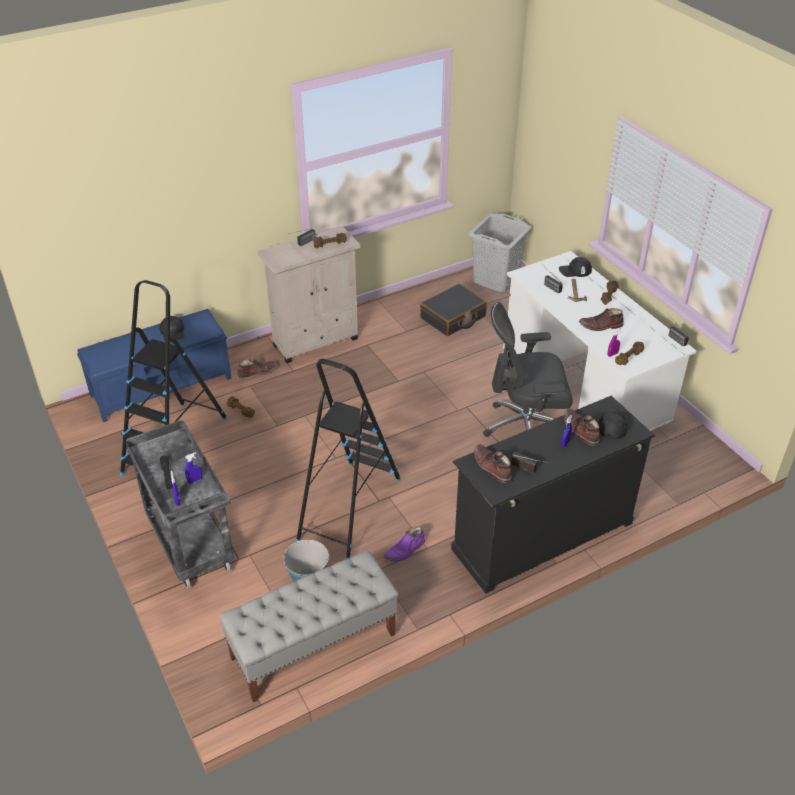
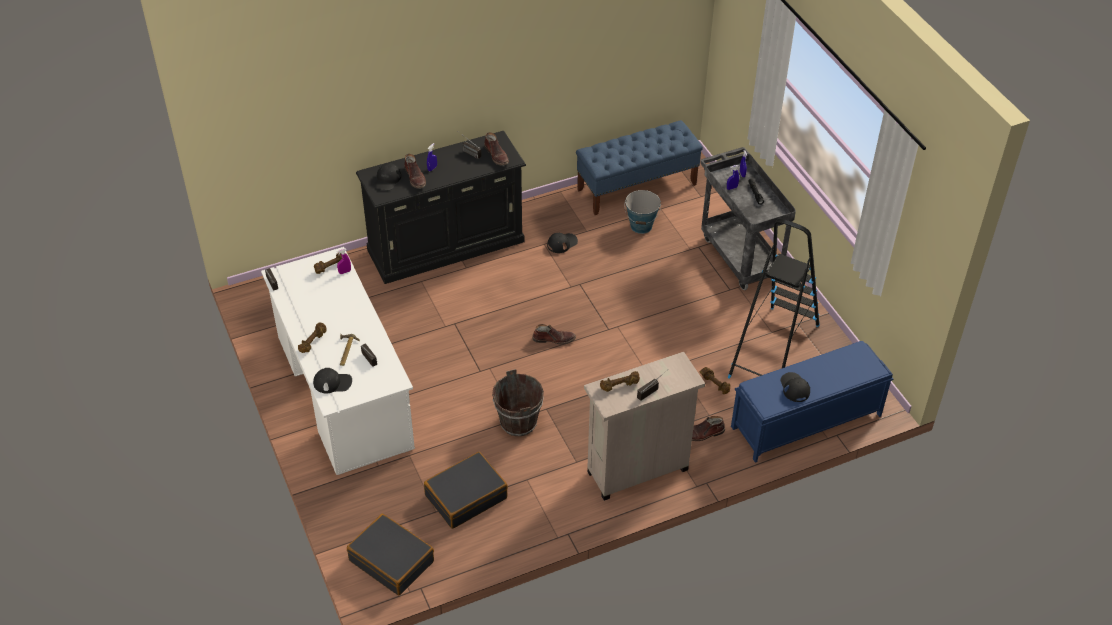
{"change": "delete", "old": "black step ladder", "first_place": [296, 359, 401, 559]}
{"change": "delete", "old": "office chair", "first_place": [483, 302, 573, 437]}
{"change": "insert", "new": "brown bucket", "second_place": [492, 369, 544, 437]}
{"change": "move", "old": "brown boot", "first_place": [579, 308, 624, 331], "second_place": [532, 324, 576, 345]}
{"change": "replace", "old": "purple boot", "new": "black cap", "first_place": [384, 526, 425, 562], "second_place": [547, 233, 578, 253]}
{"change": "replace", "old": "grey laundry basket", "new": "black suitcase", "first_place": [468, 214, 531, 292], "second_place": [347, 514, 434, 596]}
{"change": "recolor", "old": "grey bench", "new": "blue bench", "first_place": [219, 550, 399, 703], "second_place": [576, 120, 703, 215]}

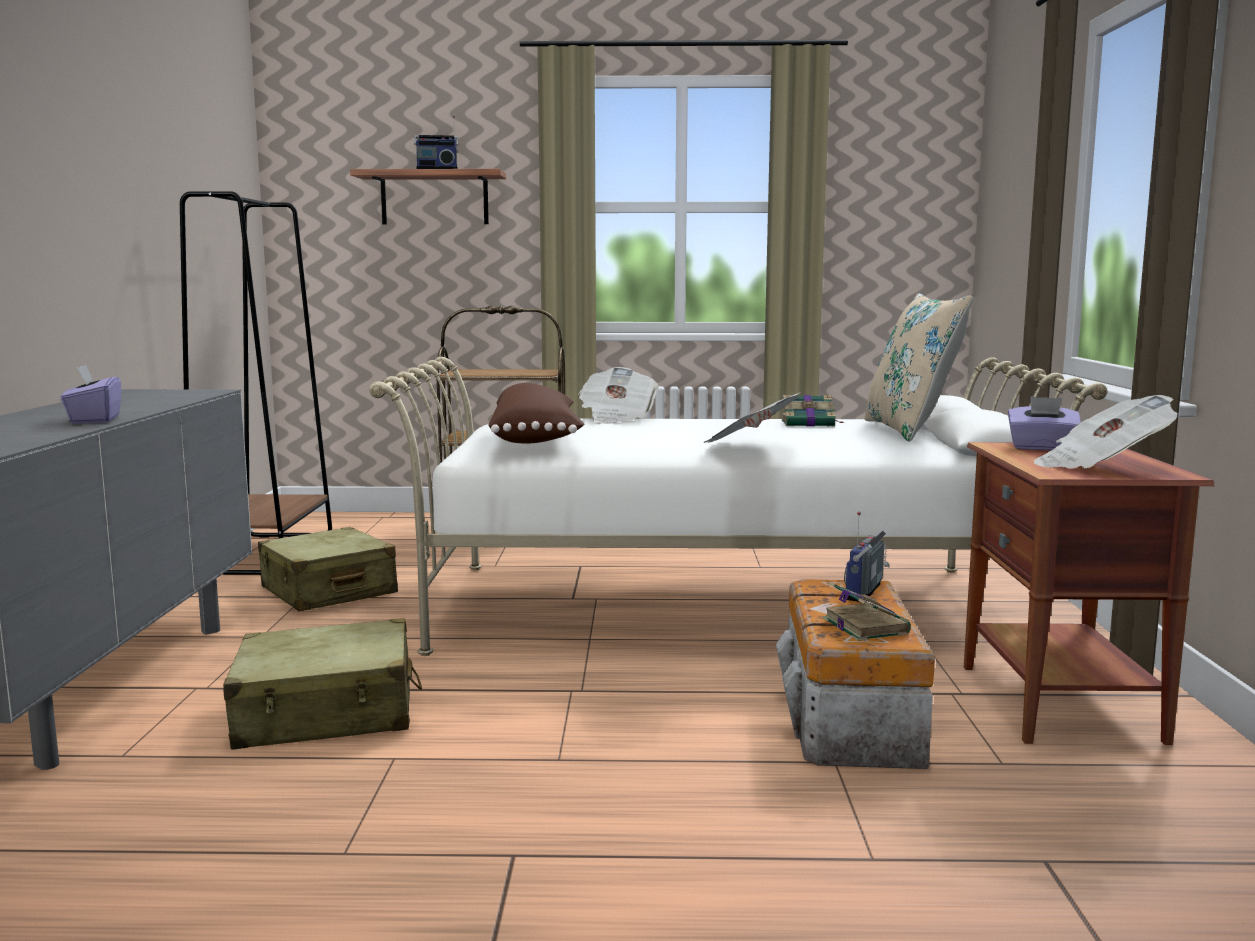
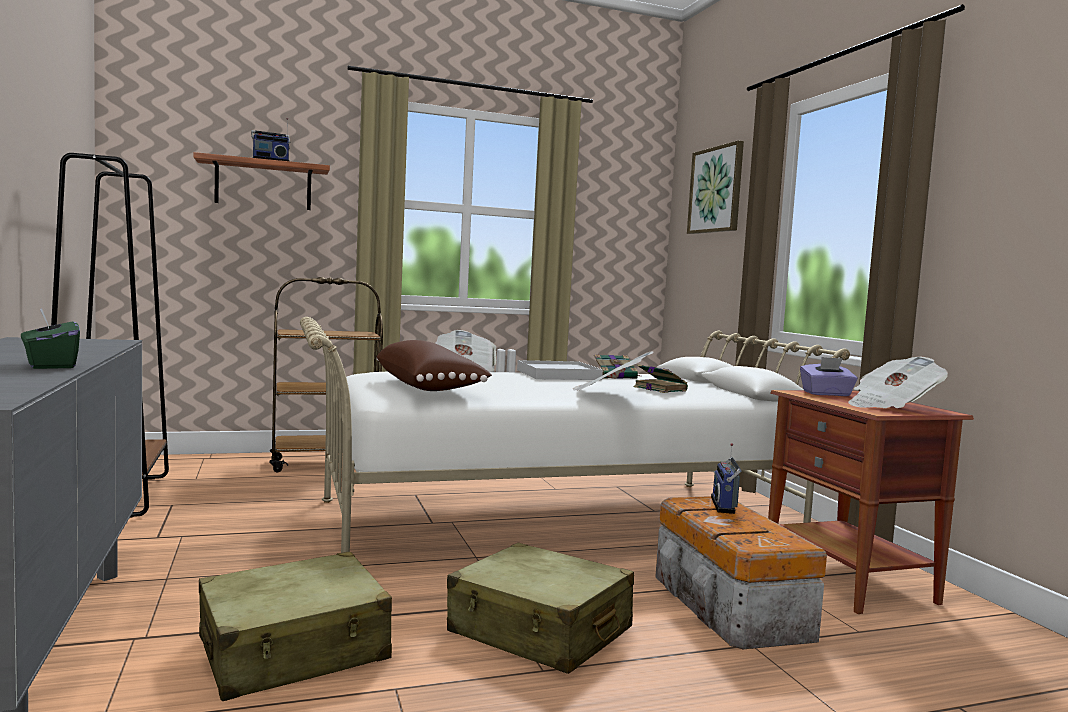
{"change": "delete", "old": "beige pillow", "first_place": [864, 293, 973, 442]}
{"change": "insert", "new": "white tray", "second_place": [517, 360, 603, 380]}
{"change": "insert", "new": "picture", "second_place": [687, 141, 744, 234]}
{"change": "move", "old": "beige suitcase", "first_place": [258, 527, 398, 611], "second_place": [447, 543, 634, 674]}
{"change": "move", "old": "book", "first_place": [823, 582, 911, 641], "second_place": [634, 364, 688, 393]}
{"change": "recolor", "old": "purple tissue box", "new": "green tissue box", "first_place": [60, 364, 121, 424], "second_place": [21, 308, 80, 369]}

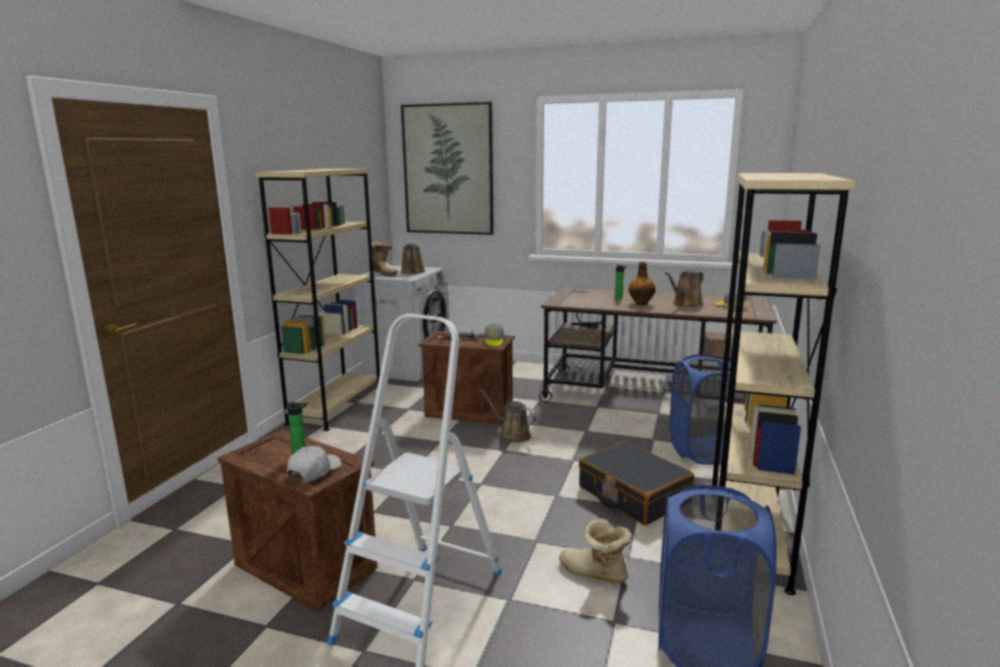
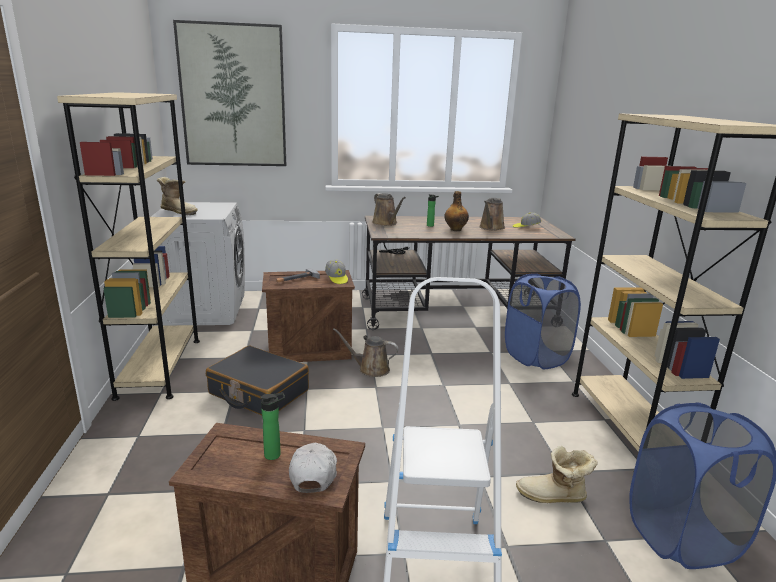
{"change": "move", "old": "brown watering can", "first_place": [401, 243, 425, 274], "second_place": [372, 193, 406, 226]}
{"change": "move", "old": "black suitcase", "first_place": [579, 441, 694, 525], "second_place": [206, 346, 309, 415]}

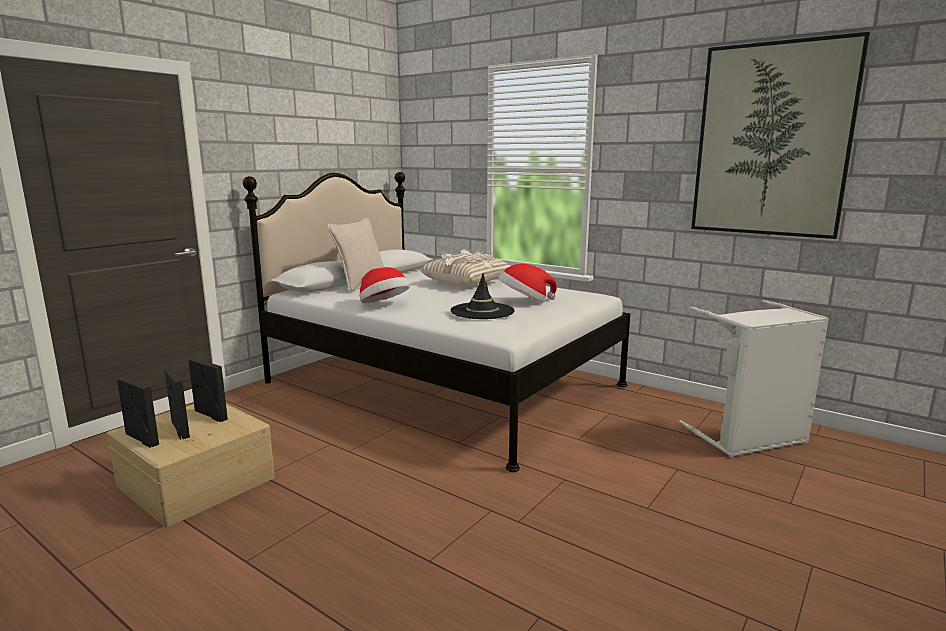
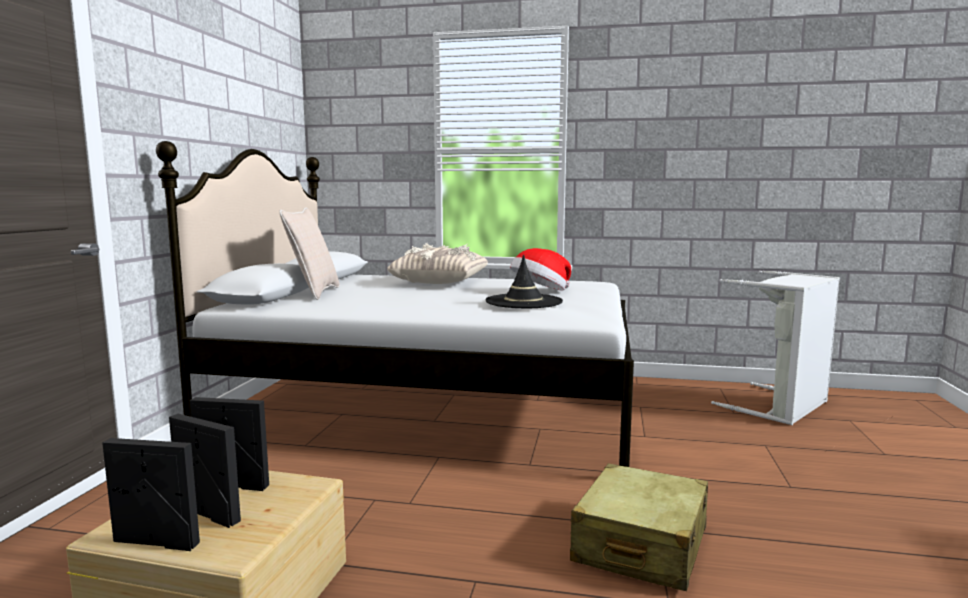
{"change": "delete", "old": "hat", "first_place": [360, 267, 410, 303]}
{"change": "delete", "old": "picture", "first_place": [691, 32, 870, 239]}
{"change": "insert", "new": "beige suitcase", "second_place": [570, 463, 708, 591]}

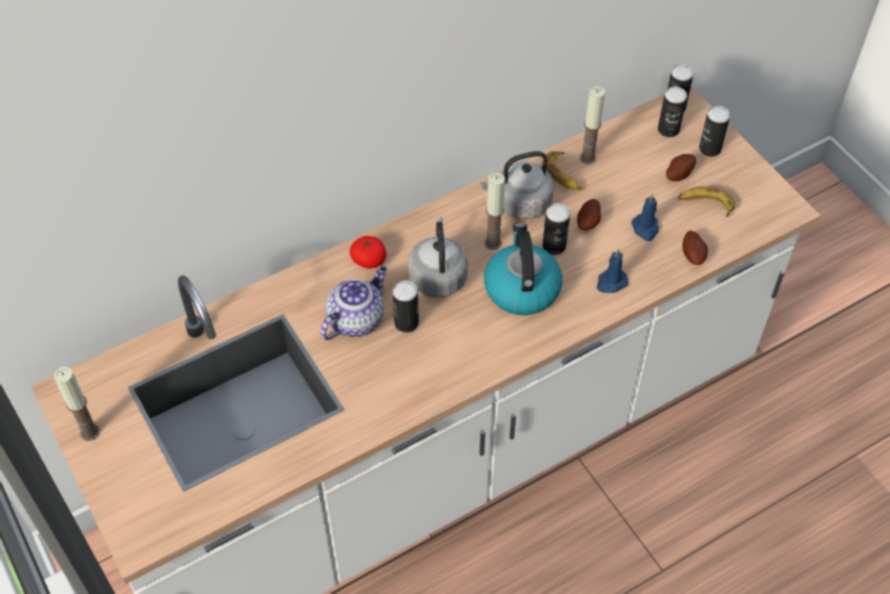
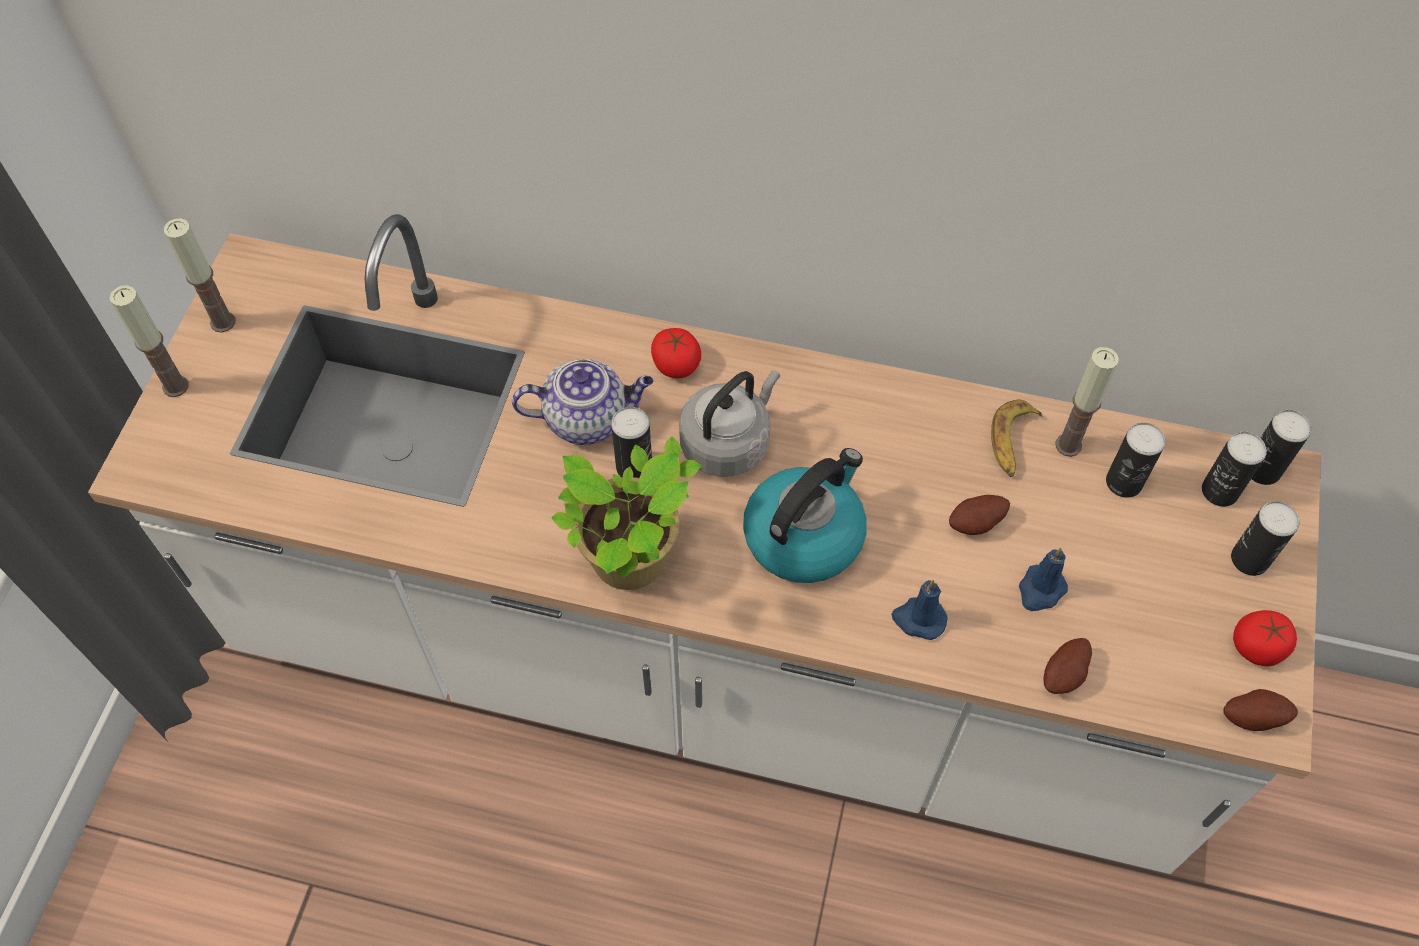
{"change": "delete", "old": "grey kettle", "first_place": [480, 151, 554, 220]}
{"change": "delete", "old": "banana", "first_place": [678, 186, 735, 217]}
{"change": "insert", "new": "potted plant", "second_place": [551, 437, 701, 590]}
{"change": "insert", "new": "tomato", "second_place": [1233, 610, 1297, 666]}
{"change": "move", "old": "candle", "first_place": [485, 172, 505, 250], "second_place": [110, 285, 189, 397]}
{"change": "move", "old": "can", "first_place": [543, 203, 570, 255], "second_place": [1106, 422, 1166, 498]}
{"change": "move", "old": "potato", "first_place": [666, 154, 696, 181], "second_place": [1223, 689, 1298, 731]}

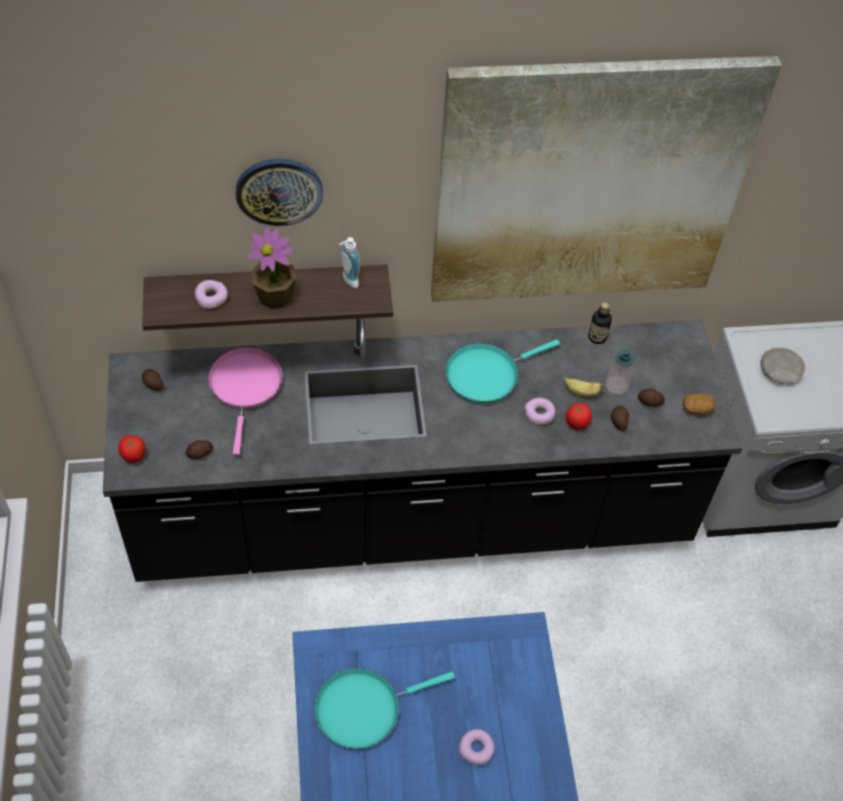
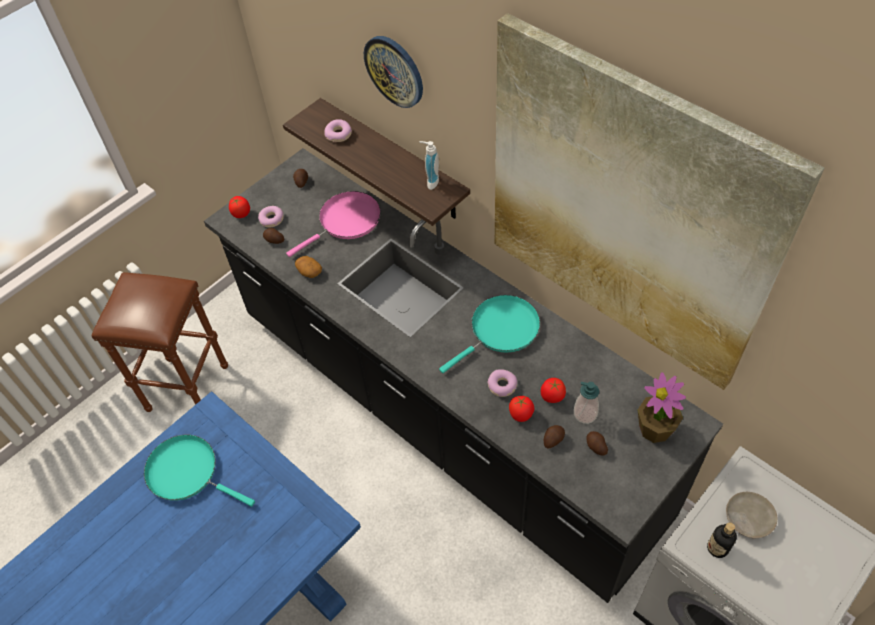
{"change": "insert", "new": "brown stool", "second_place": [92, 272, 228, 412]}
{"change": "move", "old": "potted plant", "first_place": [248, 227, 296, 309], "second_place": [638, 372, 686, 443]}
{"change": "move", "old": "donut", "first_place": [459, 729, 495, 765], "second_place": [258, 206, 284, 228]}
{"change": "move", "old": "bottle", "first_place": [588, 303, 612, 344], "second_place": [707, 522, 737, 558]}
{"change": "move", "old": "potato", "first_place": [683, 394, 715, 415], "second_place": [295, 256, 322, 278]}
{"change": "replace", "old": "banana", "new": "tomato", "first_place": [564, 378, 605, 397], "second_place": [541, 378, 566, 403]}
{"change": "rotate", "old": "turquoise frying pan", "first_place": [445, 339, 560, 404], "second_place": [439, 295, 540, 373], "degrees": 120}

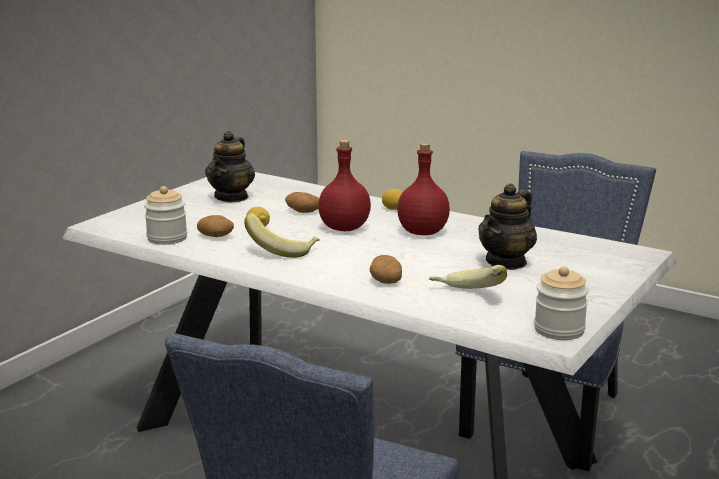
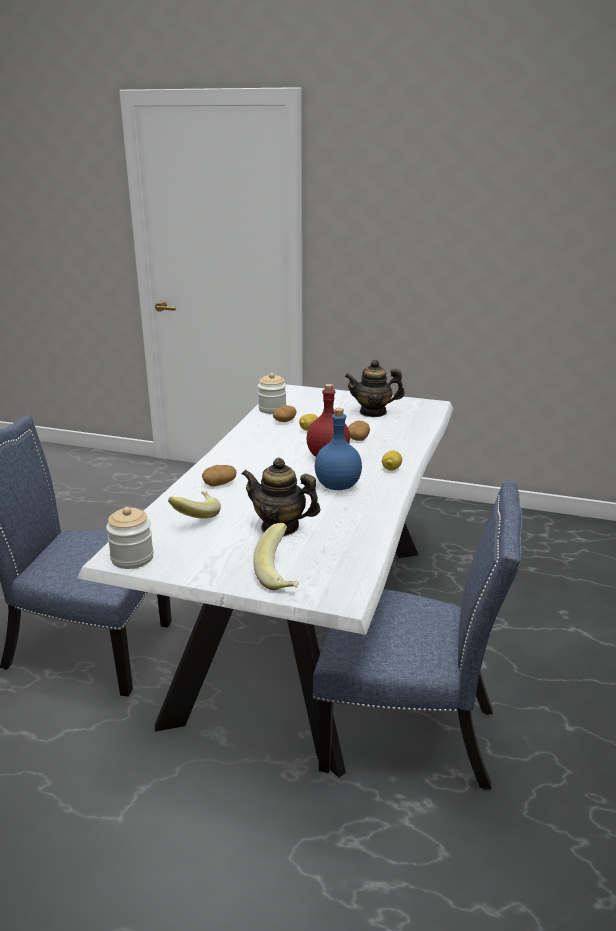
{"change": "move", "old": "banana", "first_place": [244, 213, 320, 258], "second_place": [253, 523, 298, 590]}
{"change": "recolor", "old": "red bottle", "new": "blue bottle", "first_place": [397, 143, 450, 235], "second_place": [315, 408, 362, 490]}

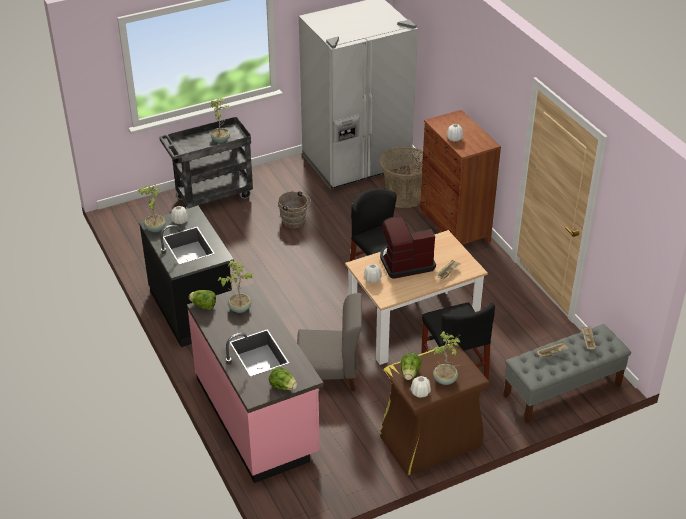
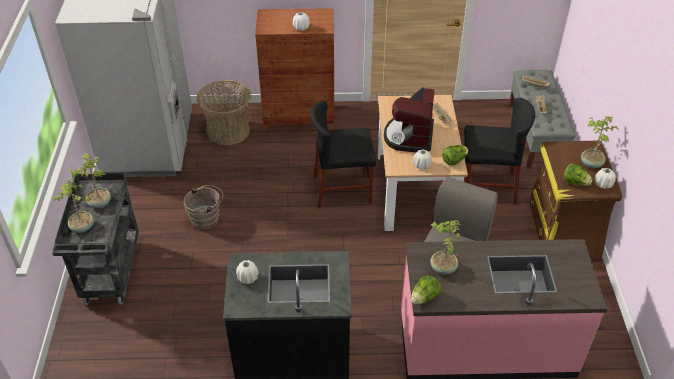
{"change": "move", "old": "potted plant", "first_place": [138, 184, 166, 232], "second_place": [54, 178, 94, 233]}
{"change": "move", "old": "lettuce", "first_place": [269, 366, 298, 390], "second_place": [442, 145, 469, 166]}

